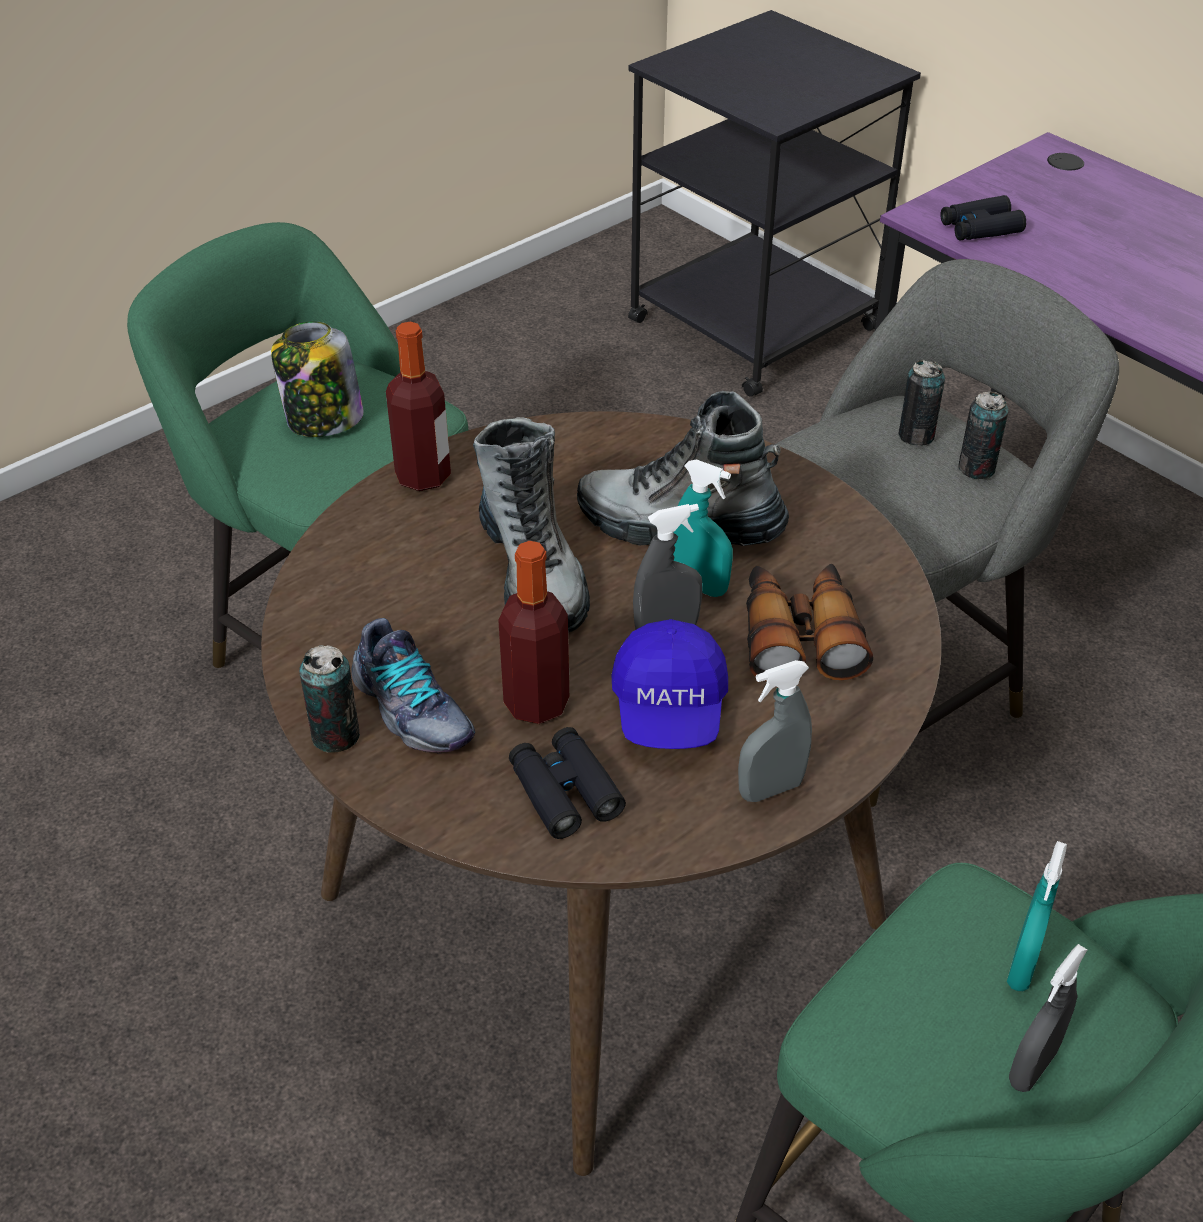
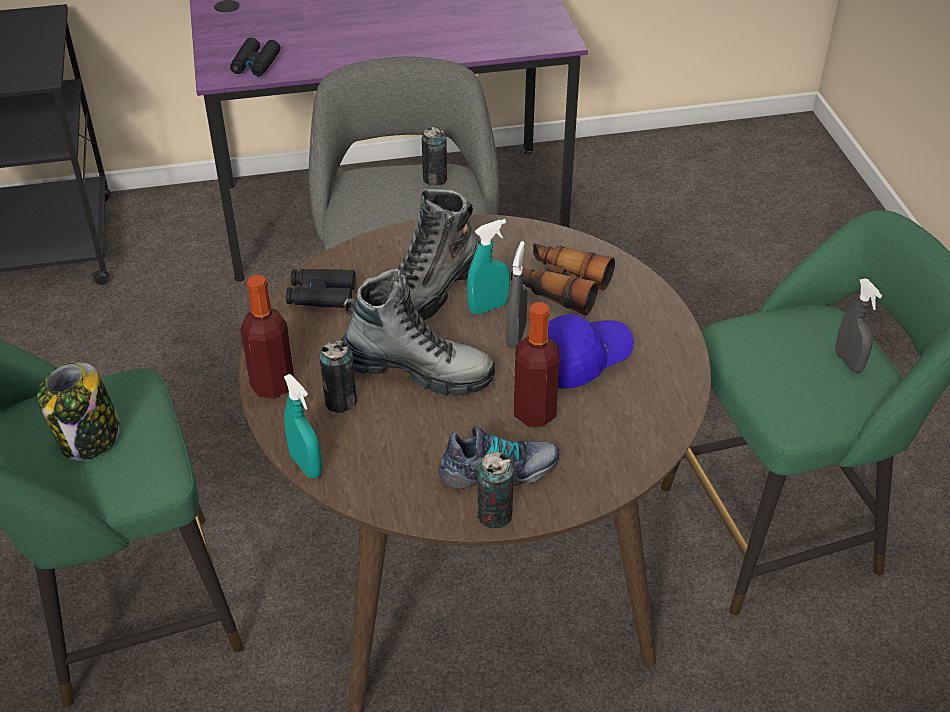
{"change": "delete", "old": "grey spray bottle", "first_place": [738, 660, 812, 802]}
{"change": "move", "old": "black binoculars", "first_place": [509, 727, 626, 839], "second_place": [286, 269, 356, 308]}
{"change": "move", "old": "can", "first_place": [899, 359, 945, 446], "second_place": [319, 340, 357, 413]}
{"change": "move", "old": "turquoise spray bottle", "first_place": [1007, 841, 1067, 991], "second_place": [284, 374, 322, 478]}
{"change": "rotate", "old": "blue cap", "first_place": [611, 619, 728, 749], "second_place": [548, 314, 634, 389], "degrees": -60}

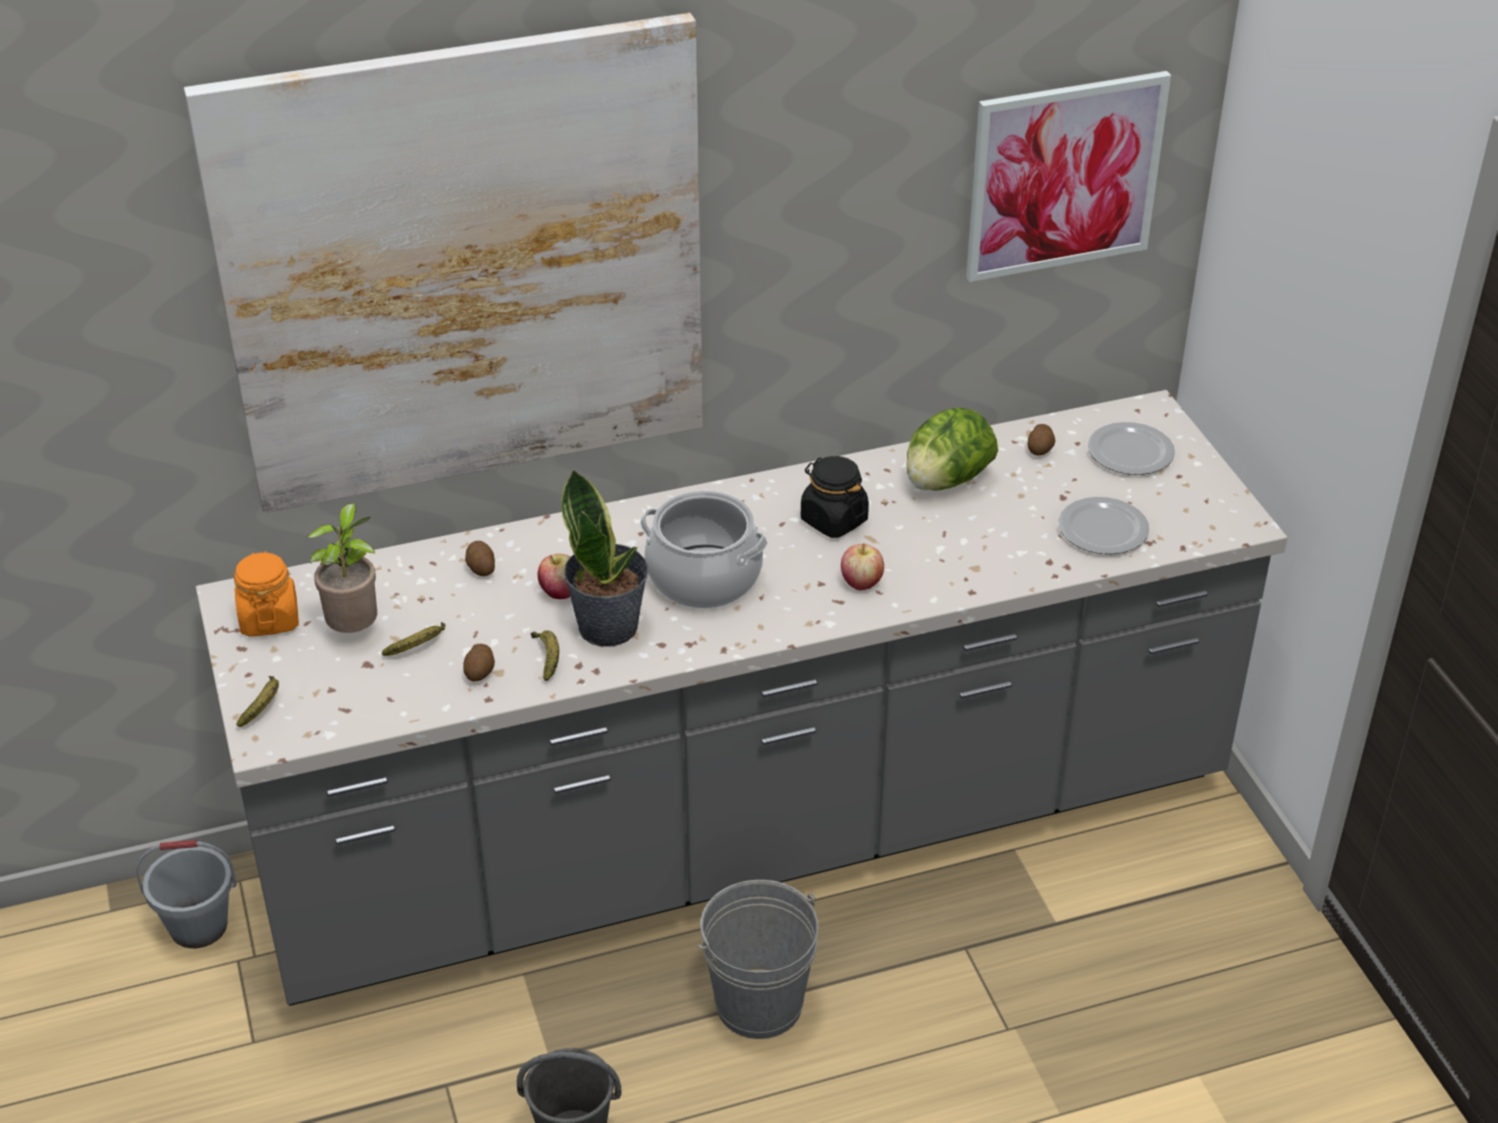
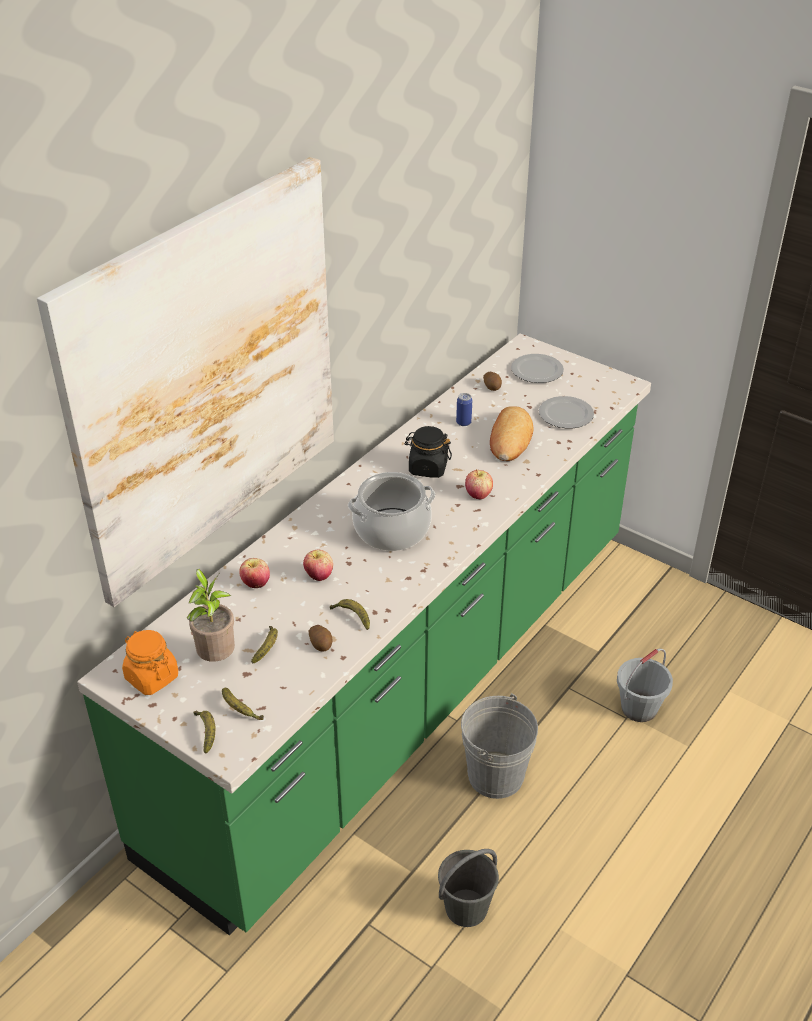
{"change": "delete", "old": "potted plant", "first_place": [561, 468, 649, 647]}
{"change": "delete", "old": "picture", "first_place": [966, 71, 1171, 282]}
{"change": "insert", "new": "banana", "second_place": [222, 688, 264, 720]}
{"change": "insert", "new": "bread", "second_place": [490, 406, 534, 461]}
{"change": "move", "old": "grey bucket", "first_place": [136, 840, 237, 948], "second_place": [617, 649, 673, 722]}
{"change": "replace", "old": "potato", "new": "apple", "first_place": [465, 541, 495, 576], "second_place": [239, 558, 270, 588]}
{"change": "replace", "old": "lettuce", "new": "can", "first_place": [907, 407, 998, 491], "second_place": [456, 393, 472, 426]}
{"change": "recolor", "old": "grey counter", "new": "green counter", "first_place": [196, 390, 1287, 1006], "second_place": [77, 333, 651, 936]}

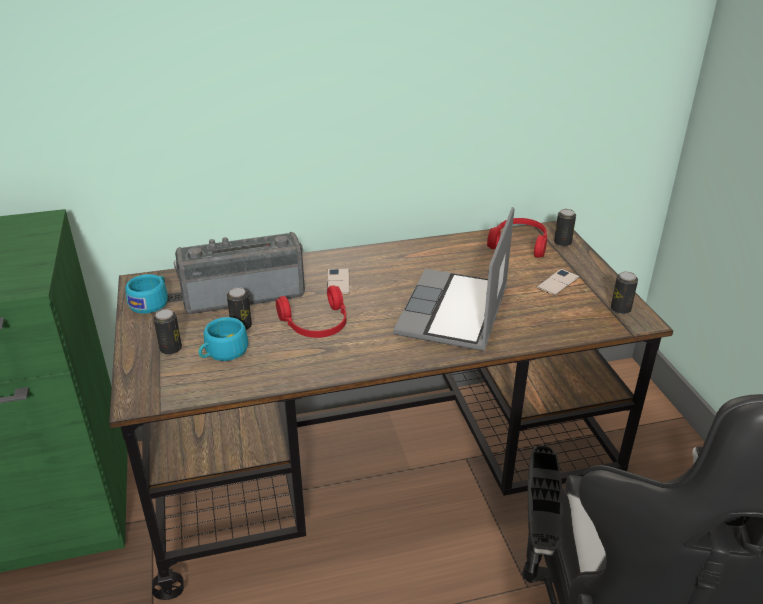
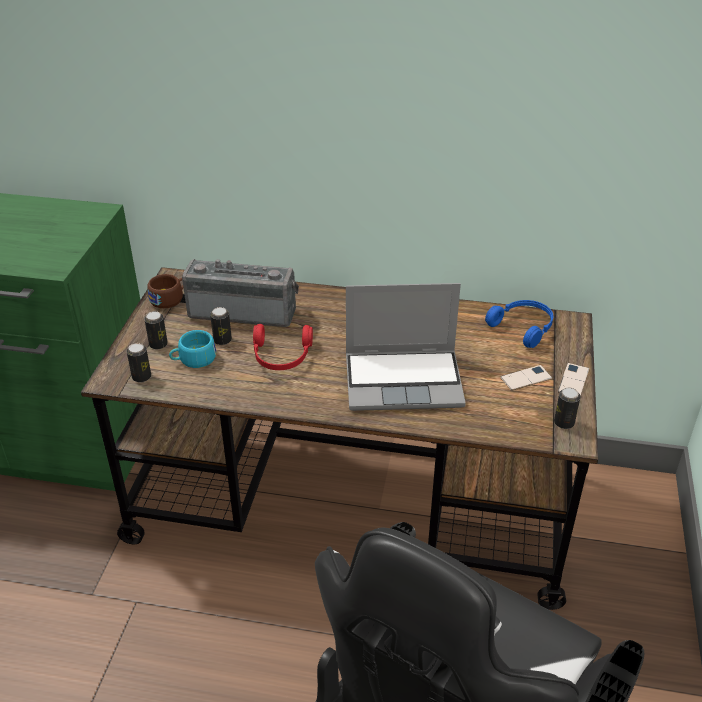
{"change": "move", "old": "phone", "first_place": [327, 268, 349, 295], "second_place": [558, 363, 589, 396]}
{"change": "move", "old": "can", "first_place": [554, 209, 576, 247], "second_place": [127, 343, 151, 382]}
{"change": "recolor", "old": "turquoise cup", "new": "brown cup", "first_place": [125, 274, 168, 313], "second_place": [147, 274, 183, 308]}
{"change": "recolor", "old": "red headphones", "new": "blue headphones", "first_place": [487, 218, 547, 258], "second_place": [485, 300, 553, 348]}
{"change": "rotate", "old": "laptop", "first_place": [393, 207, 514, 351], "second_place": [346, 283, 466, 411], "degrees": -135}

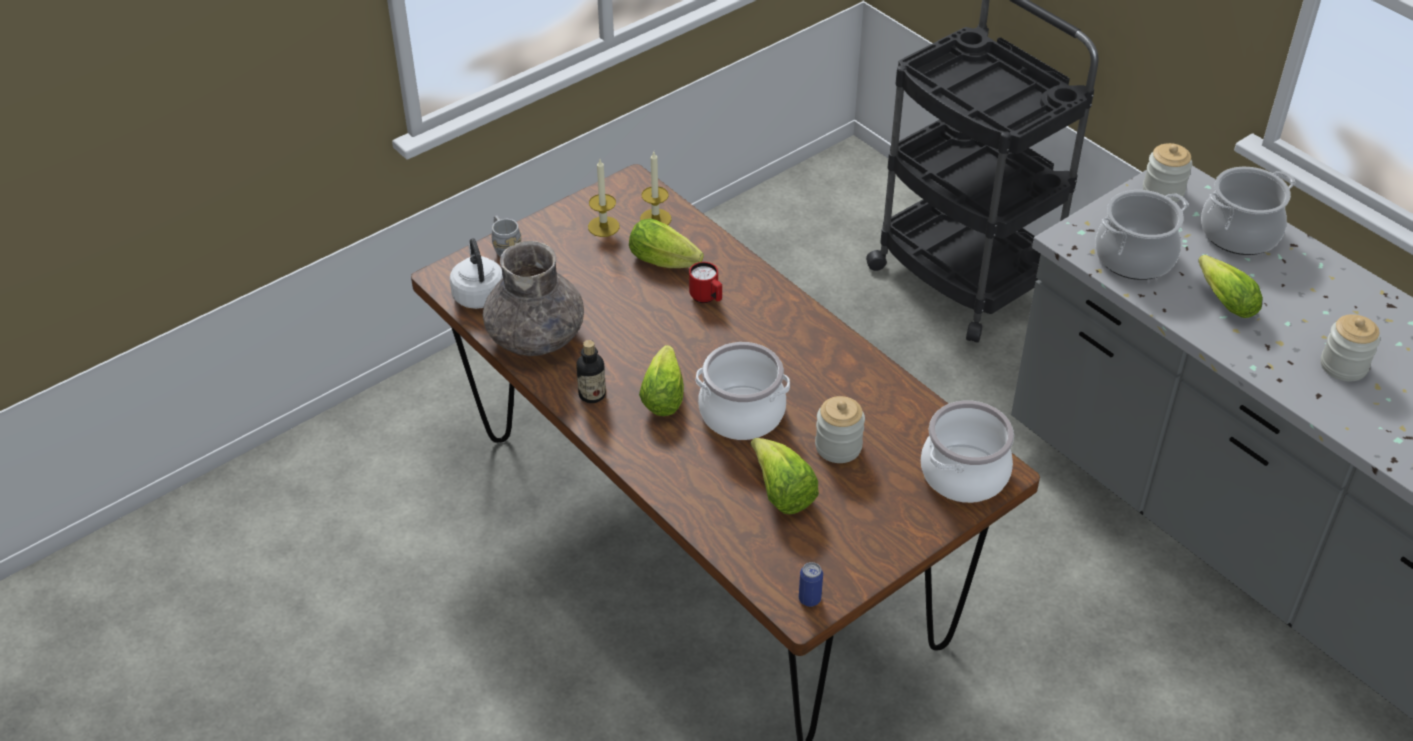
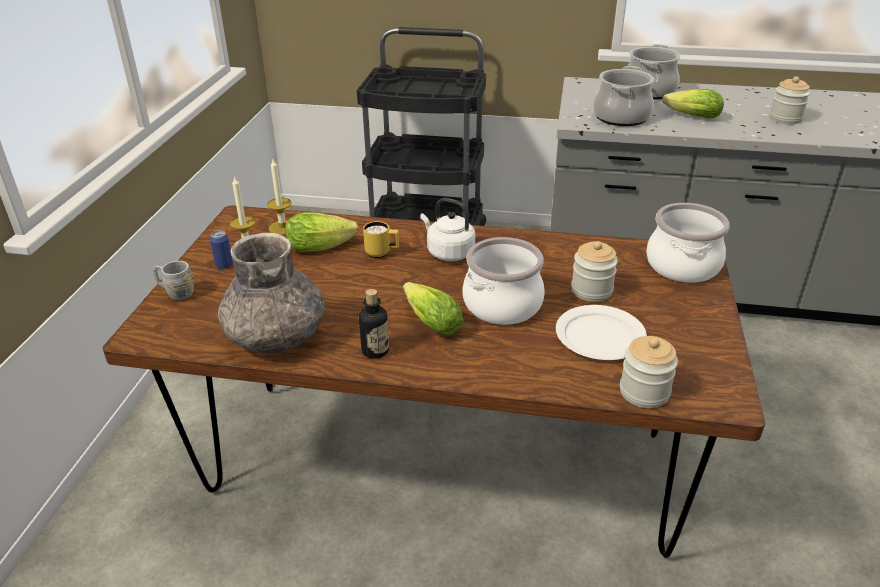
{"change": "move", "old": "white kettle", "first_place": [450, 238, 503, 309], "second_place": [420, 198, 475, 261]}
{"change": "move", "old": "can", "first_place": [799, 562, 823, 607], "second_place": [210, 230, 233, 269]}
{"change": "move", "old": "jar", "first_place": [1143, 143, 1193, 203], "second_place": [620, 336, 678, 408]}
{"change": "replace", "old": "lettuce", "new": "white plate", "first_place": [751, 438, 819, 514], "second_place": [556, 305, 647, 360]}
{"change": "recolor", "old": "red mug", "new": "yellow mug", "first_place": [689, 262, 722, 303], "second_place": [363, 221, 399, 258]}

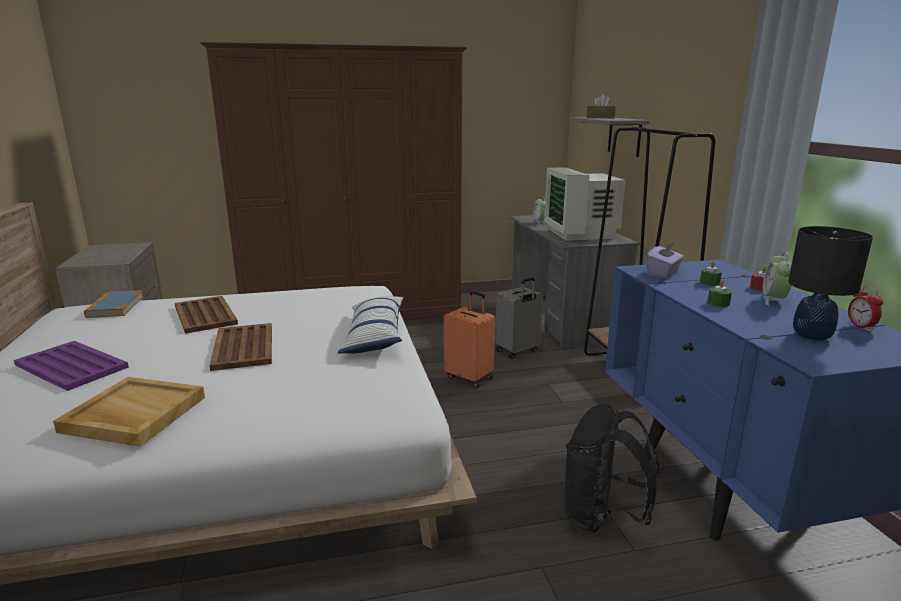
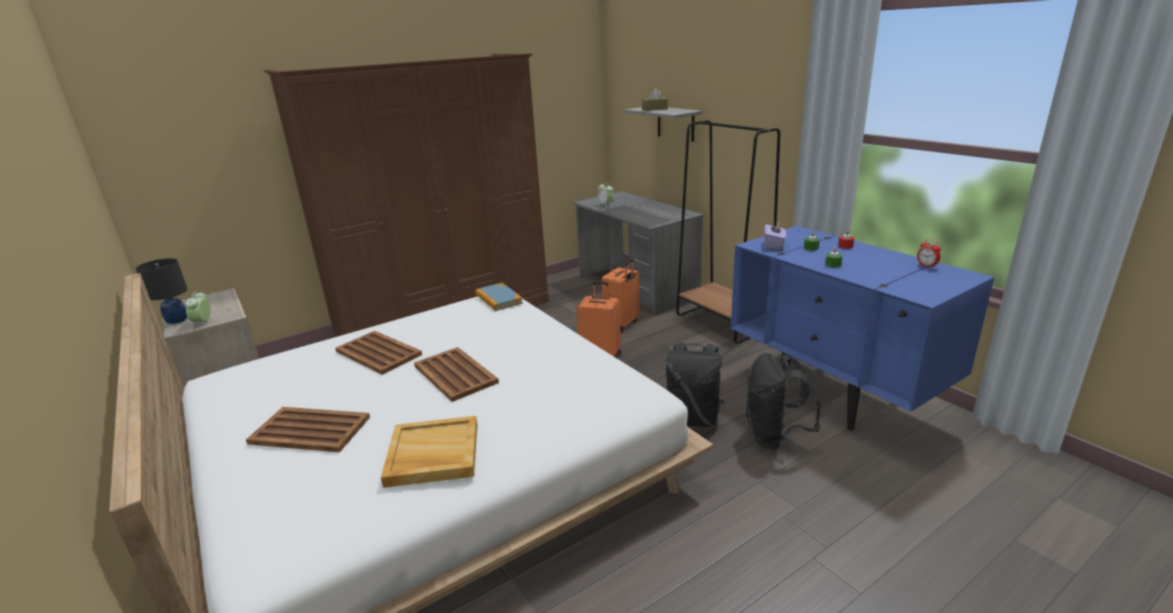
{"change": "delete", "old": "pillow", "first_place": [337, 296, 404, 354]}
{"change": "delete", "old": "monitor", "first_place": [544, 167, 626, 241]}
{"change": "insert", "new": "black backpack", "second_place": [666, 343, 725, 427]}
{"change": "move", "old": "book", "first_place": [84, 290, 143, 318], "second_place": [475, 283, 523, 311]}
{"change": "move", "old": "alarm clock", "first_place": [760, 252, 792, 305], "second_place": [185, 291, 211, 329]}
{"change": "move", "old": "black table lamp", "first_place": [788, 226, 873, 341], "second_place": [136, 258, 187, 324]}
{"change": "recolor", "old": "purple tray", "new": "brown tray", "first_place": [14, 341, 129, 391], "second_place": [246, 407, 370, 452]}
{"change": "recolor", "old": "grey suitcase", "new": "orange suitcase", "first_place": [495, 277, 543, 359], "second_place": [601, 259, 640, 332]}

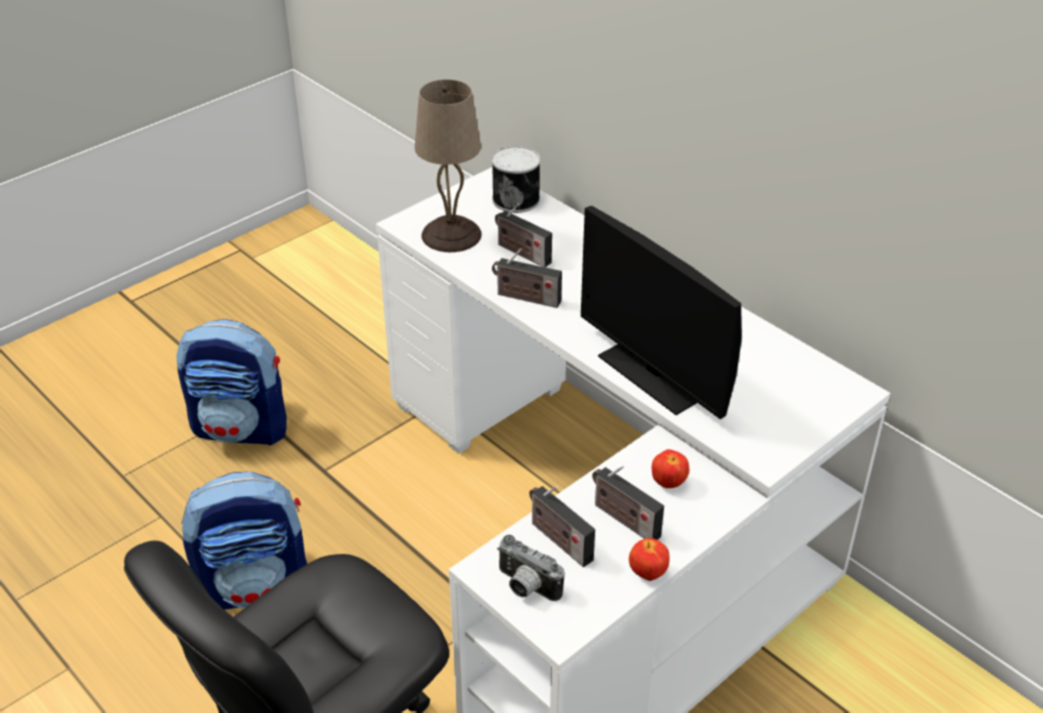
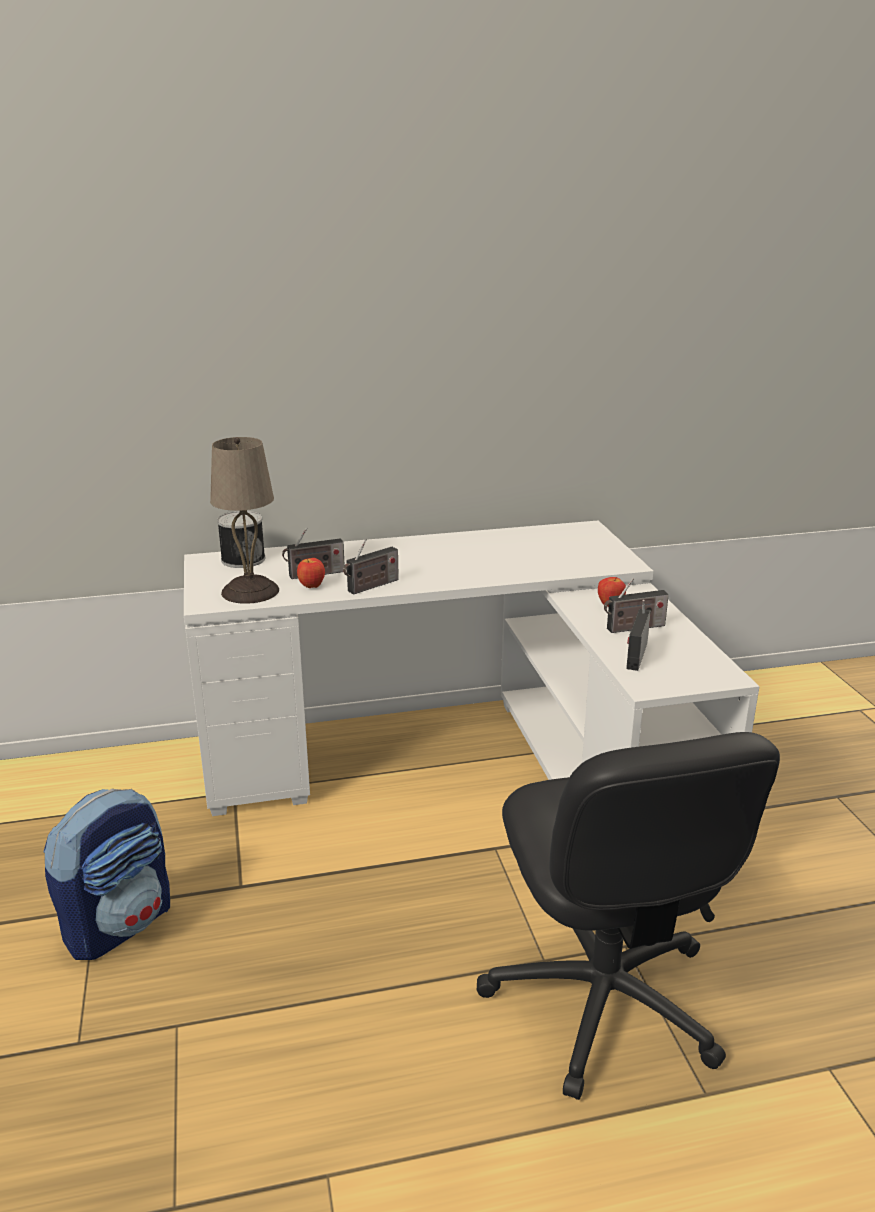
{"change": "delete", "old": "backpack", "first_place": [181, 472, 307, 610]}
{"change": "delete", "old": "photo camera", "first_place": [497, 535, 565, 601]}
{"change": "delete", "old": "monitor", "first_place": [581, 206, 742, 419]}
{"change": "move", "old": "apple", "first_place": [629, 538, 669, 581], "second_place": [297, 558, 325, 588]}
{"change": "rotate", "old": "radio", "first_place": [529, 486, 595, 567], "second_place": [626, 600, 651, 671], "degrees": 120}

